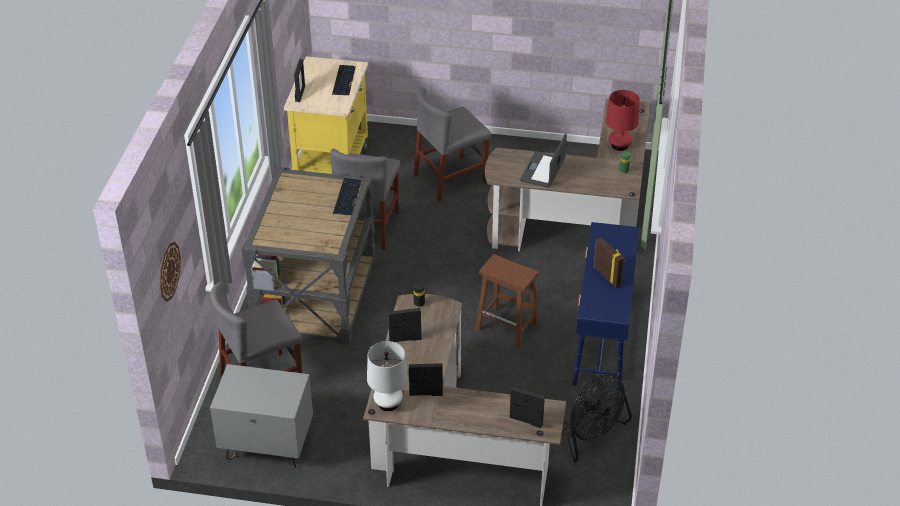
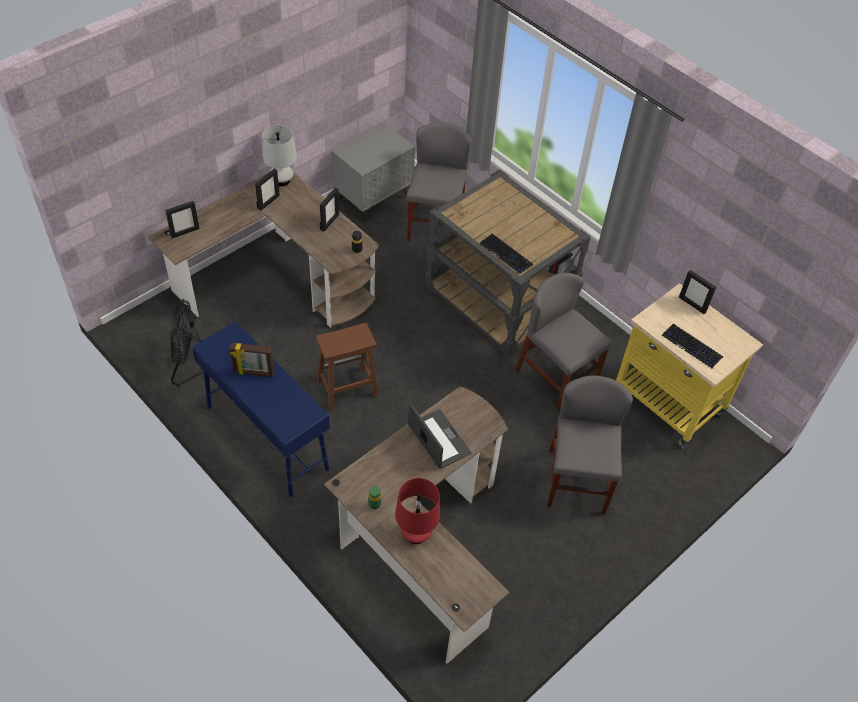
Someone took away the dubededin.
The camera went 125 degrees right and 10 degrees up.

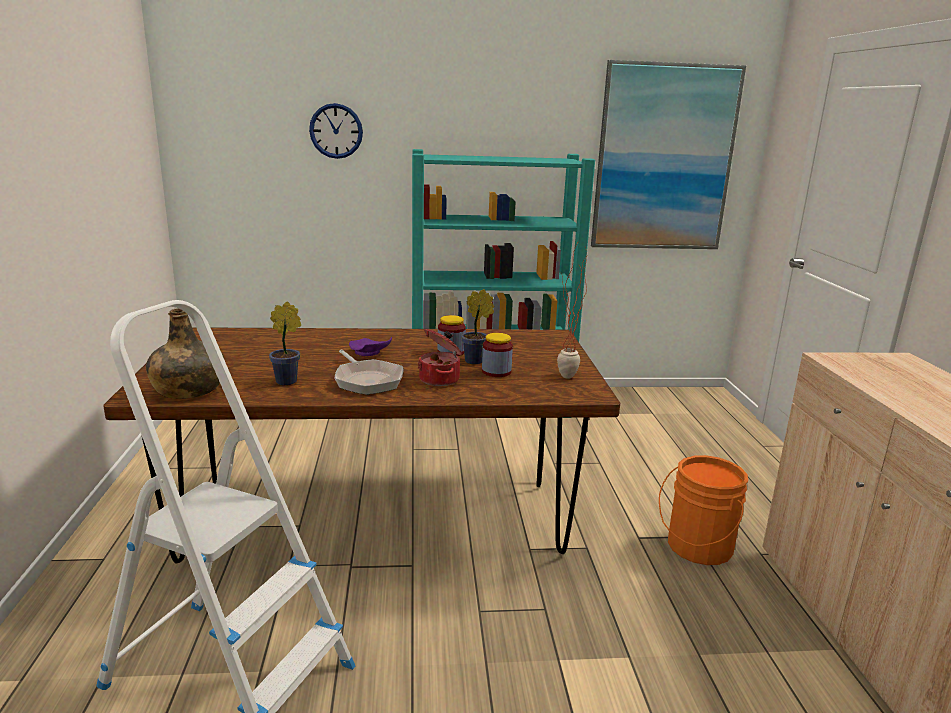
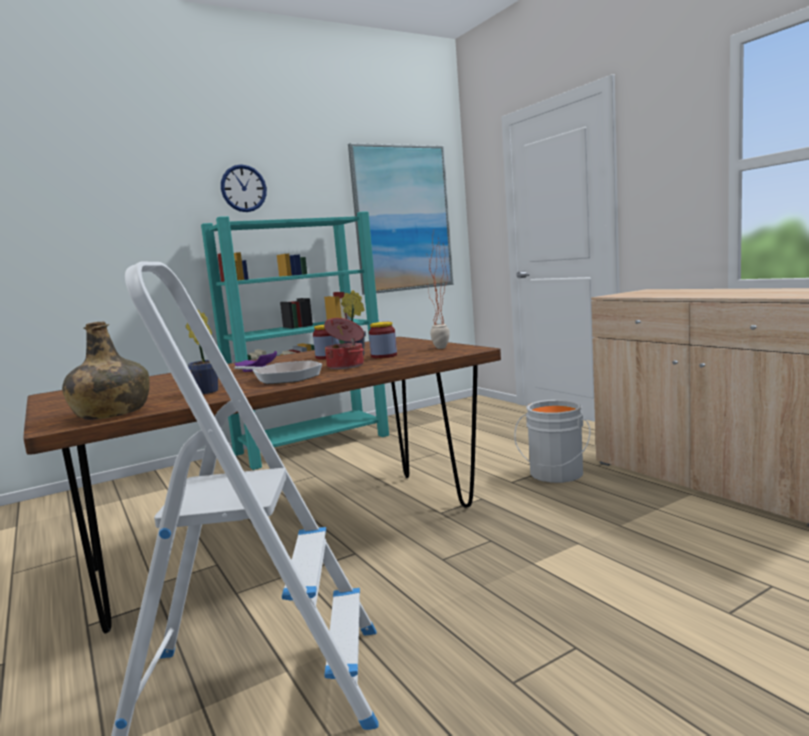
Someone carried the dubededin.
Someone repainted the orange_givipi, which became the grey_givipi.
The camera went 25 degrees left and 10 degrees down.

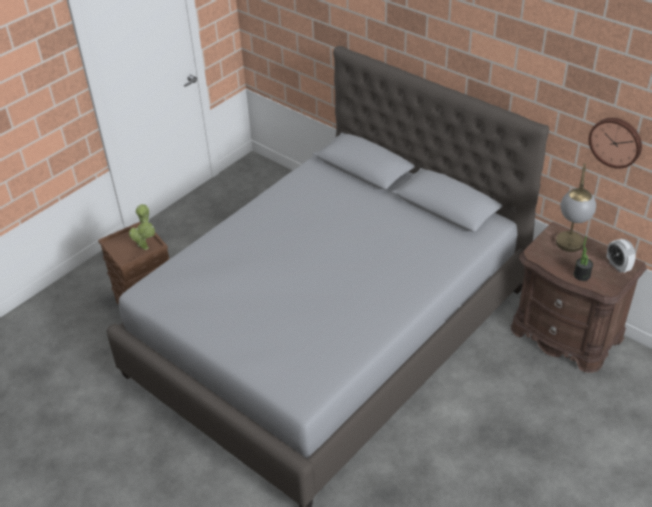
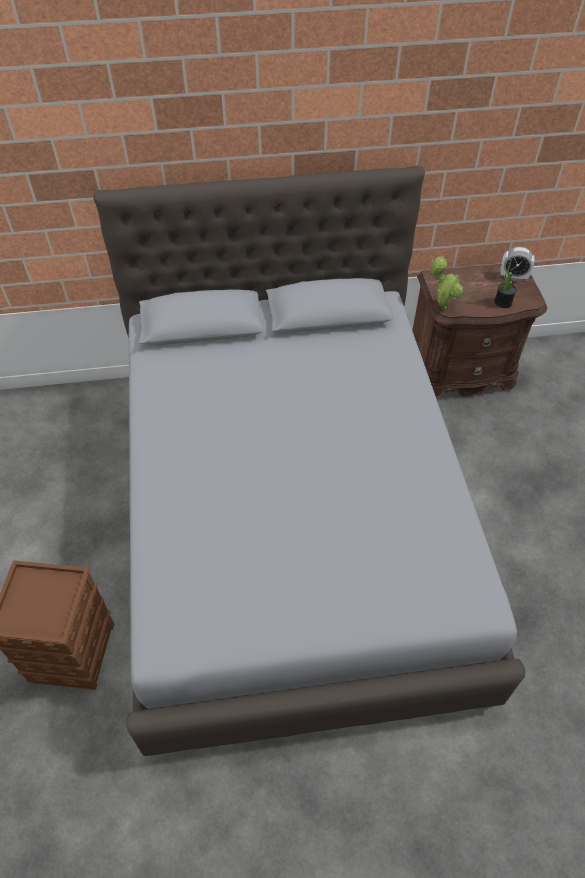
Someone carried the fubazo (no. 1 from left).
Someone took away the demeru.
Someone took away the dubededin.
The camera went 50 degrees left and 10 degrees up.

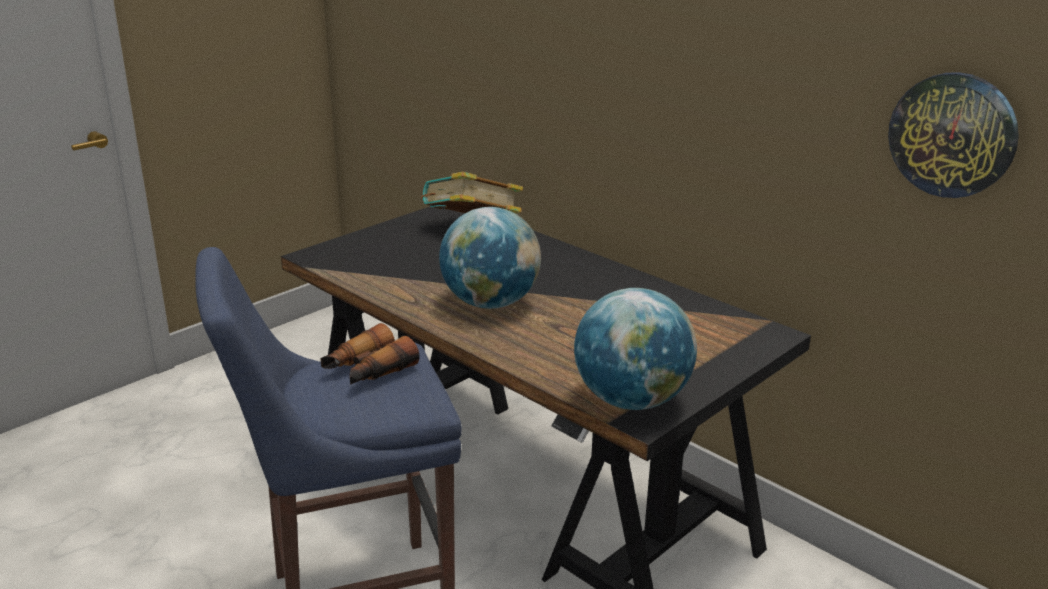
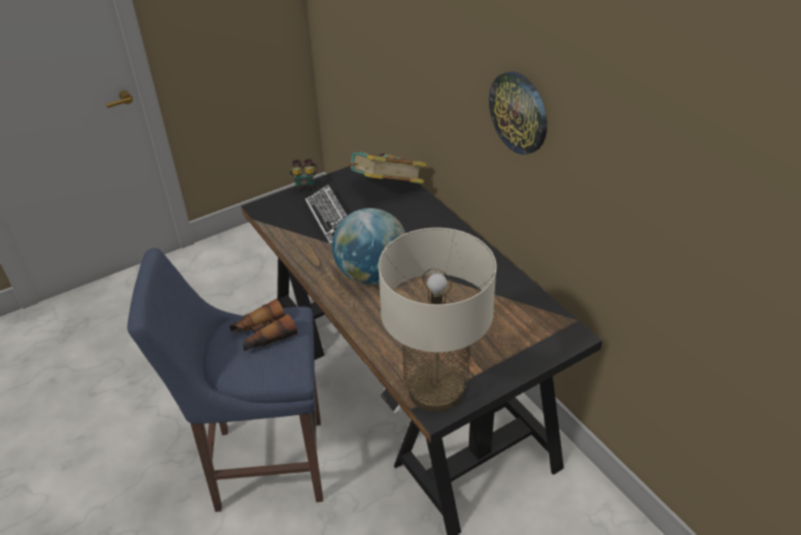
Someone put down the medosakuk (no. 2 from left).
Someone put down the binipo.
Someone swapped the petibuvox (no. 2 from left) for the demeru.
Someone carried the dubededin.
The camera went 15 degrees right and 15 degrees up.

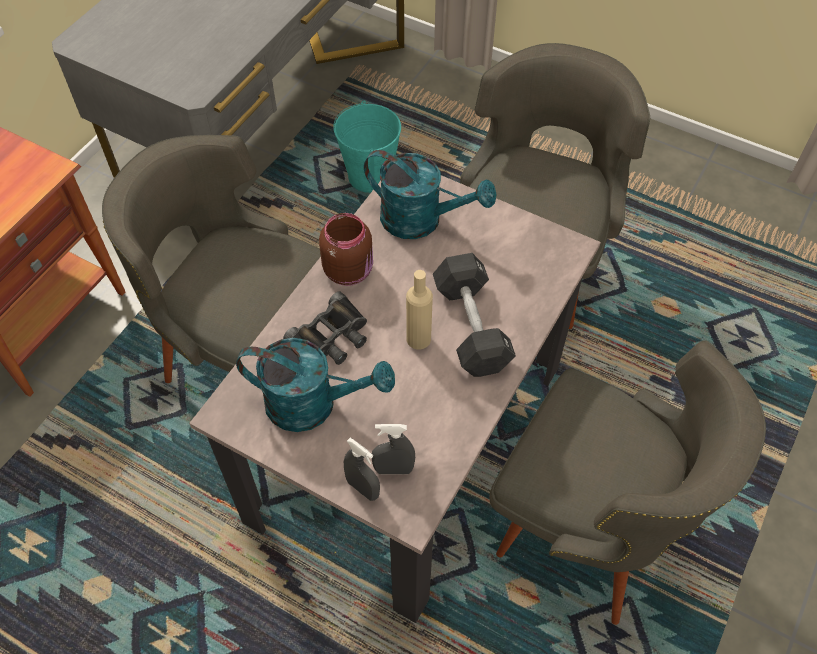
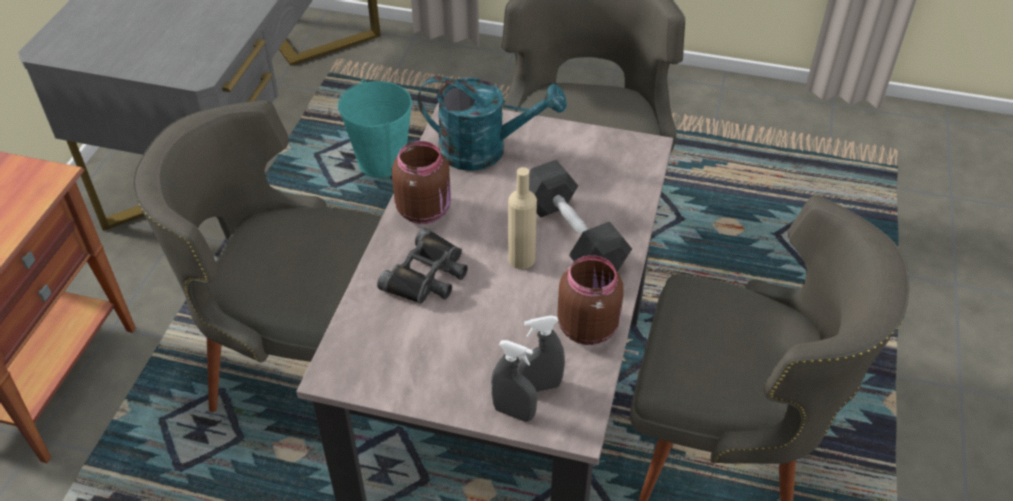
Someone put down the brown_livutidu (no. 2 from left).
Someone took away the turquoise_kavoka (no. 1 from left).
The camera went 15 degrees left and 10 degrees down.

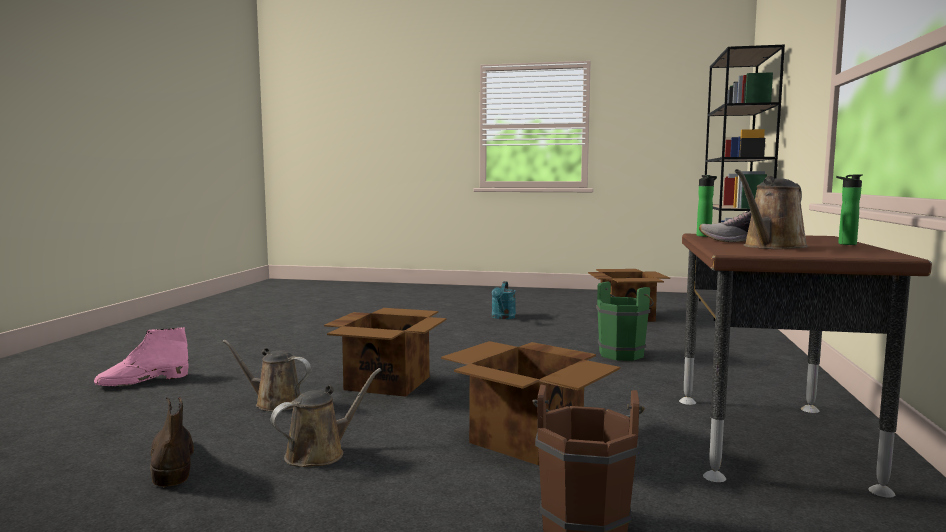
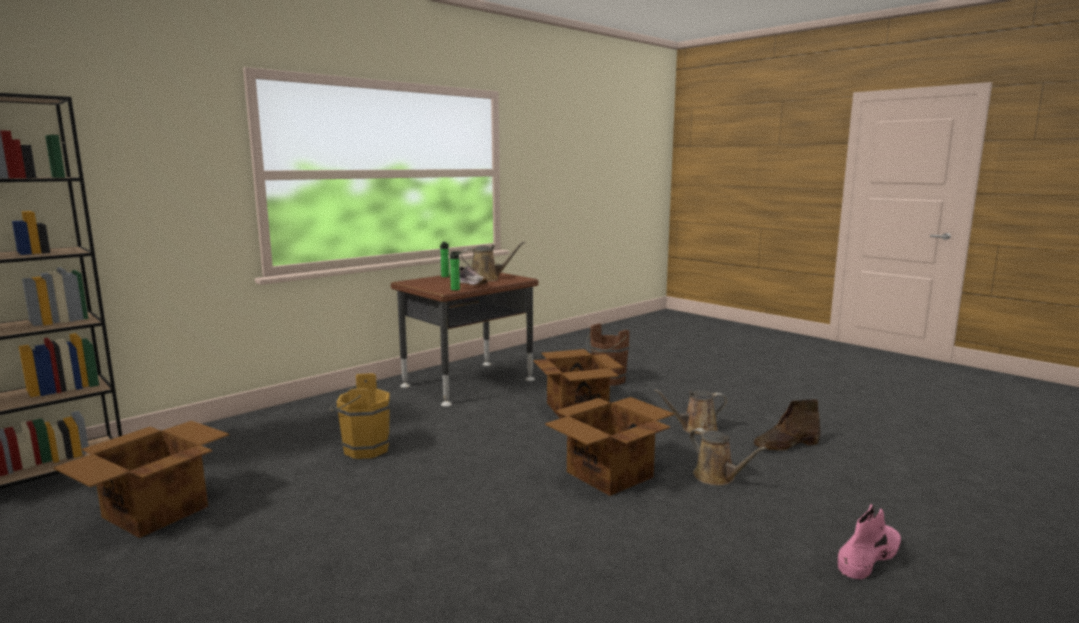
Someone repainted the green_givipi, which became the brown_givipi (no. 1 from left).
Someone rotated the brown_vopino by 60 degrees clockwise.
Someone rotated the pink_vopino by 45 degrees counterclockwise.
Someone took away the turquoise_kavoka.
The camera went 145 degrees left and 5 degrees up.

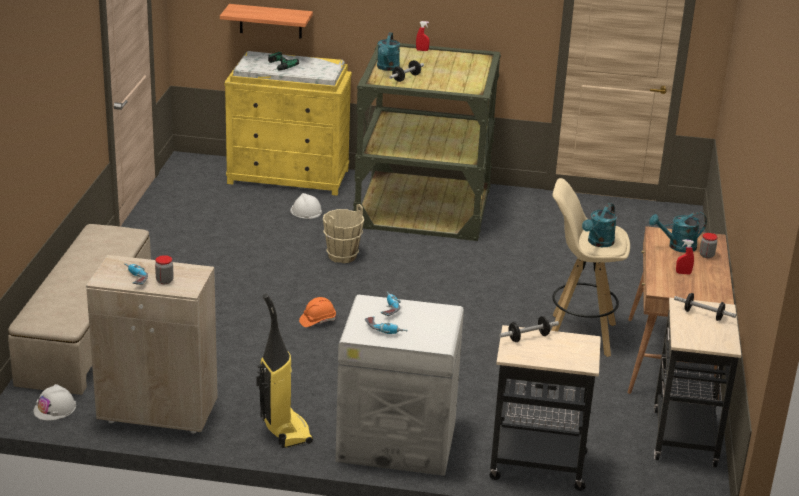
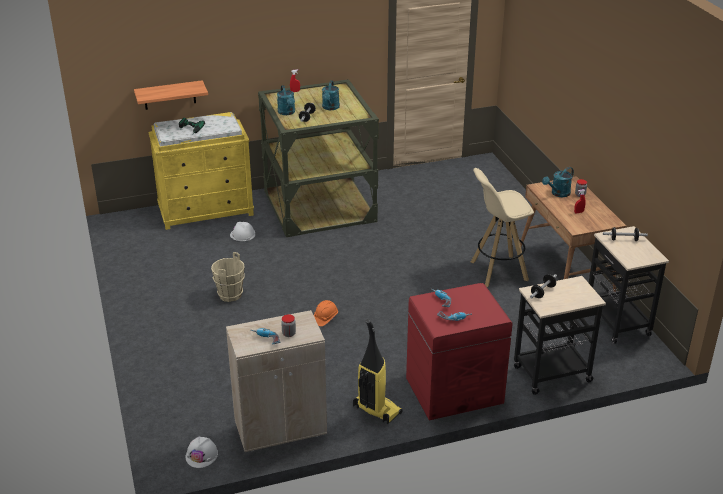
Someone carried the beige_givipi.
Someone carried the turquoise_kavoka (no. 2 from left).
Someone repainted the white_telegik, which became the red_telegik.
Someone took away the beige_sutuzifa.
The camera went 25 degrees left and 5 degrees up.

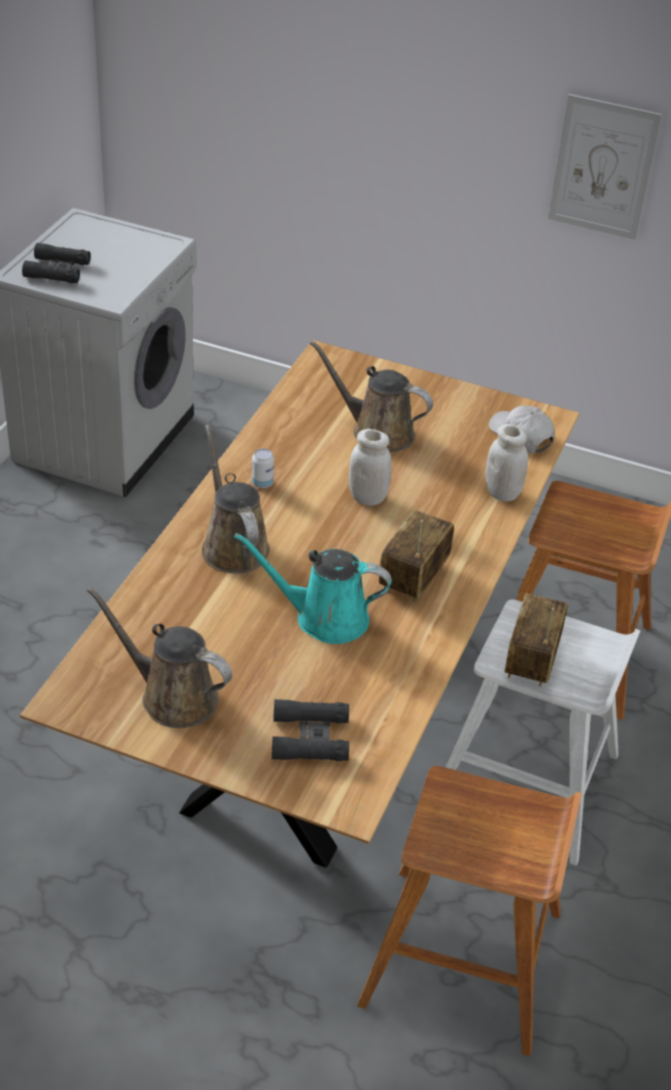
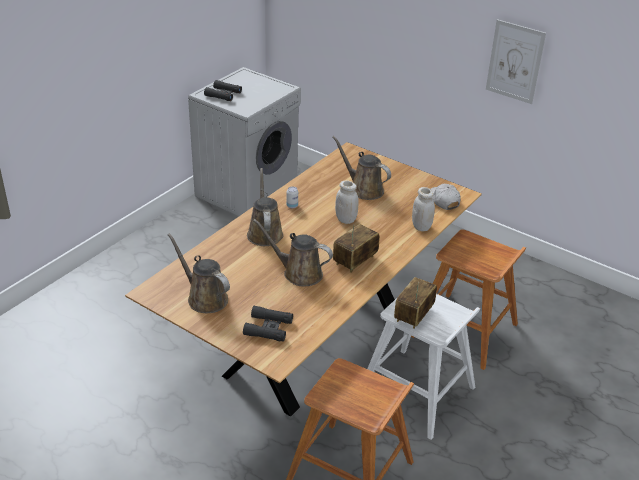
Someone repainted the turquoise_kavoka, which became the brown_kavoka (no. 3 from left).
The camera went 15 degrees right and 5 degrees down.

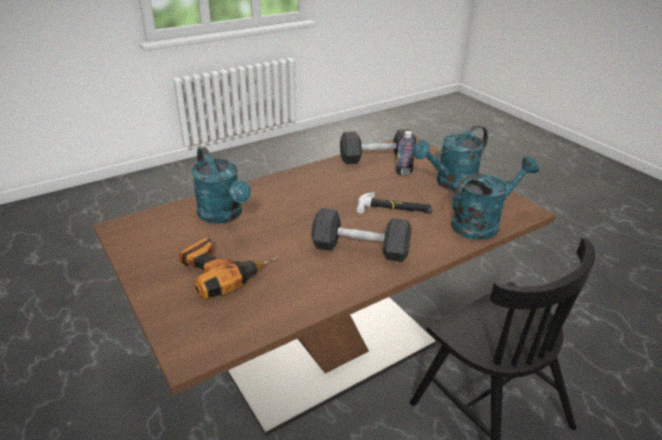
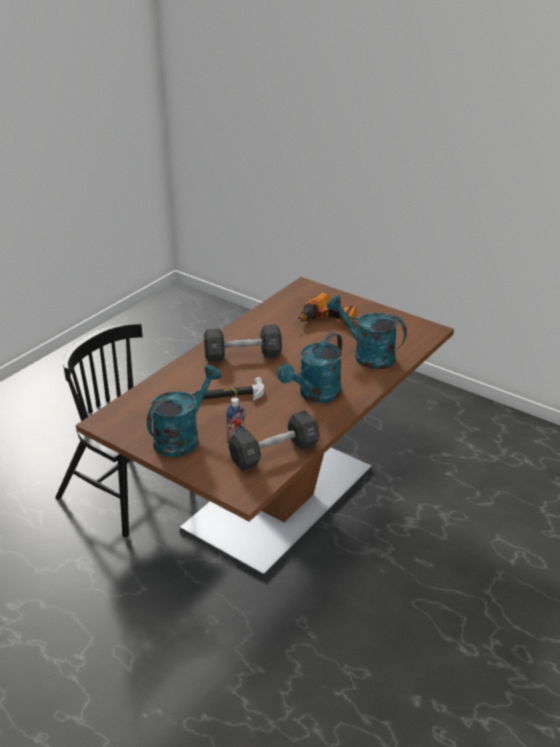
Someone carried the turquoise_kavoka (no. 3 from left in the first image).
The camera went 160 degrees right and 0 degrees up.

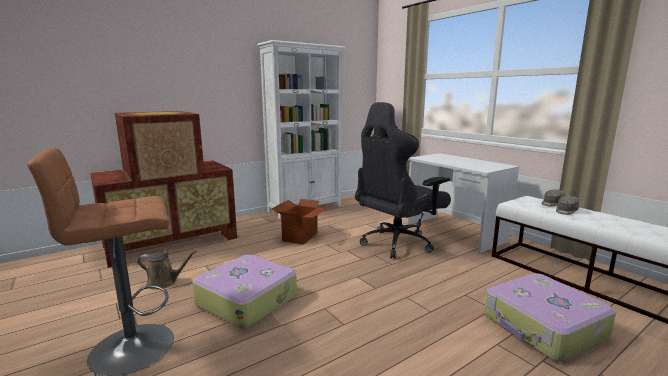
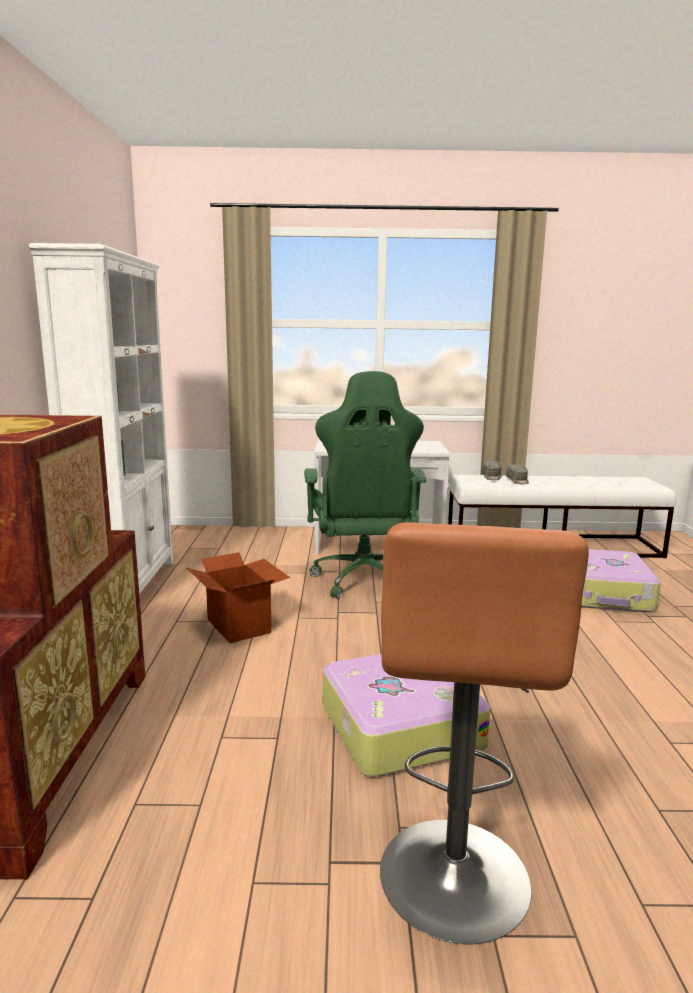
Someone repainted the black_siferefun, which became the green_siferefun.
Someone took away the brown_kavoka.
The camera went 55 degrees left and 0 degrees up.

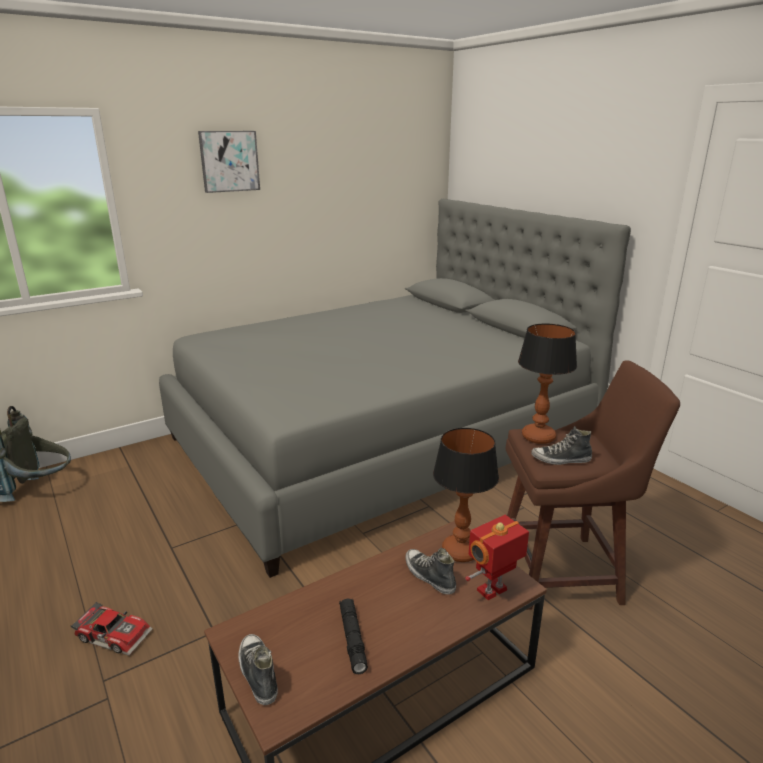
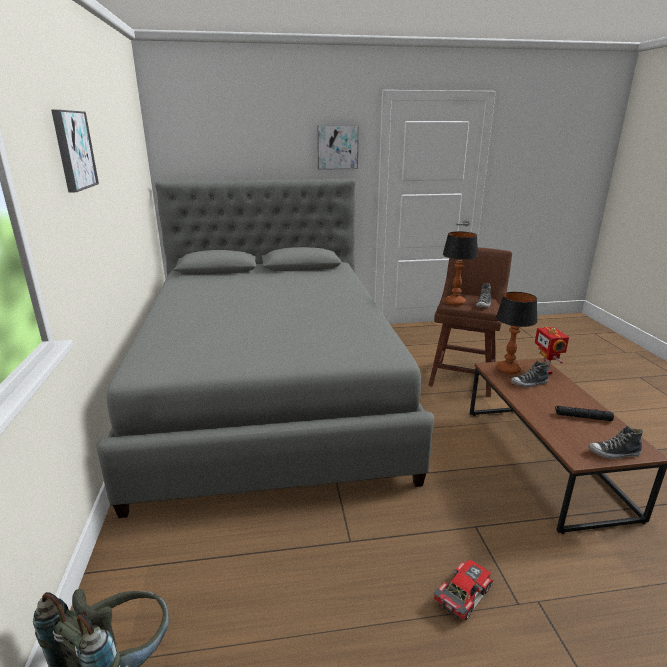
Someone put up the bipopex (no. 2 from left).
The camera went 65 degrees left and 0 degrees up.

